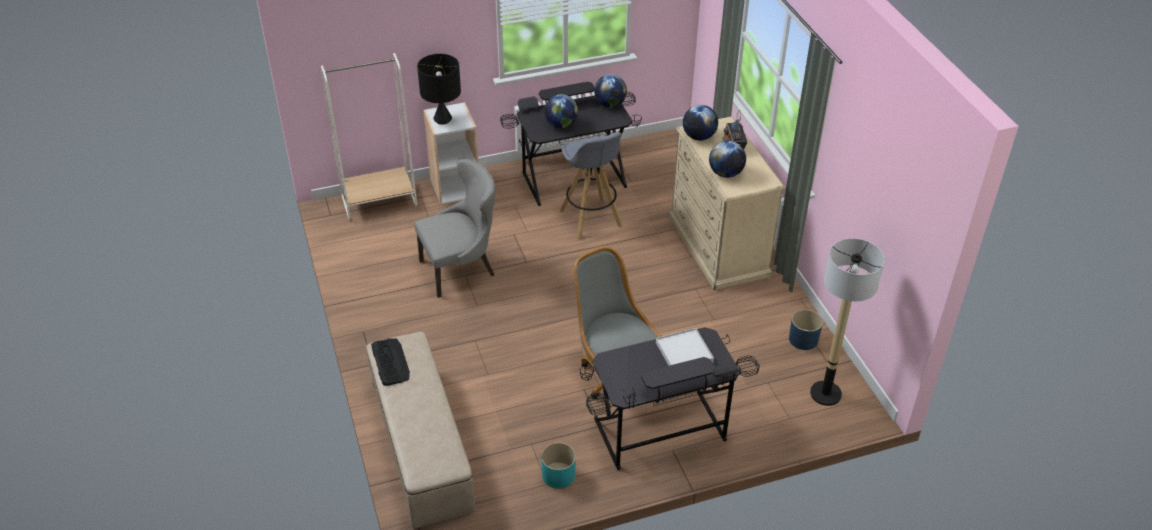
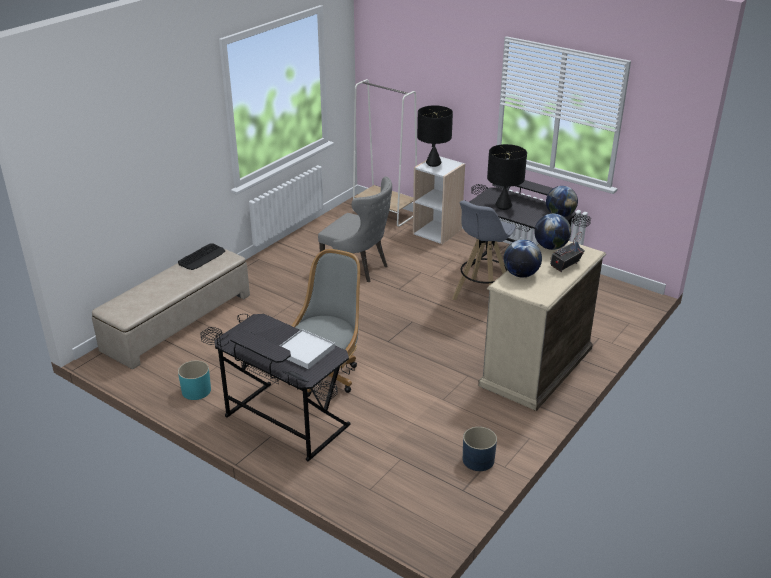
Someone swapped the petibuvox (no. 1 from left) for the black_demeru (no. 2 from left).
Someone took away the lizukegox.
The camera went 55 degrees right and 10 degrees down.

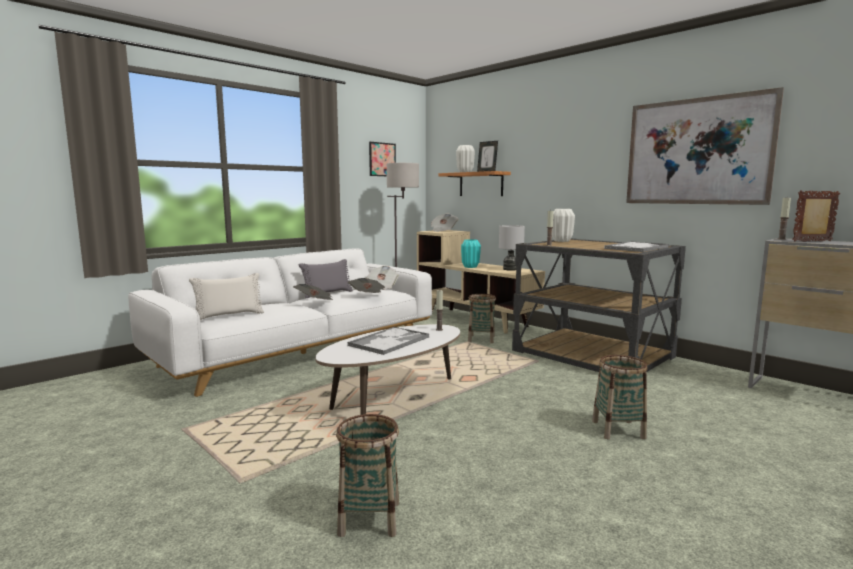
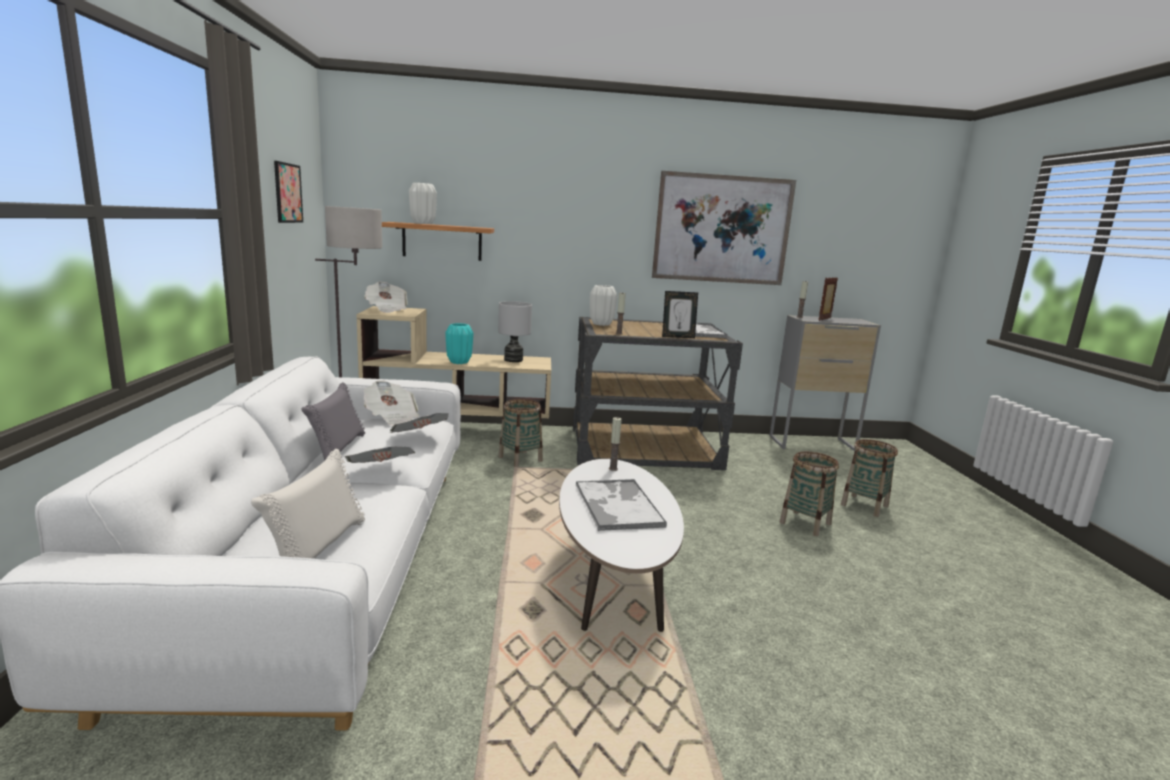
Someone carried the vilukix (no. 1 from left).
Someone carried the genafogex (no. 1 from left in the first image).
The camera went 50 degrees left and 5 degrees up.

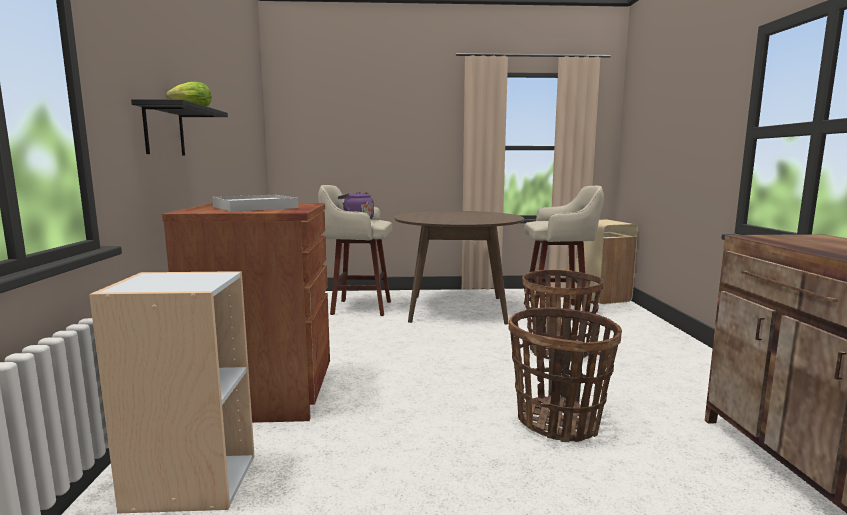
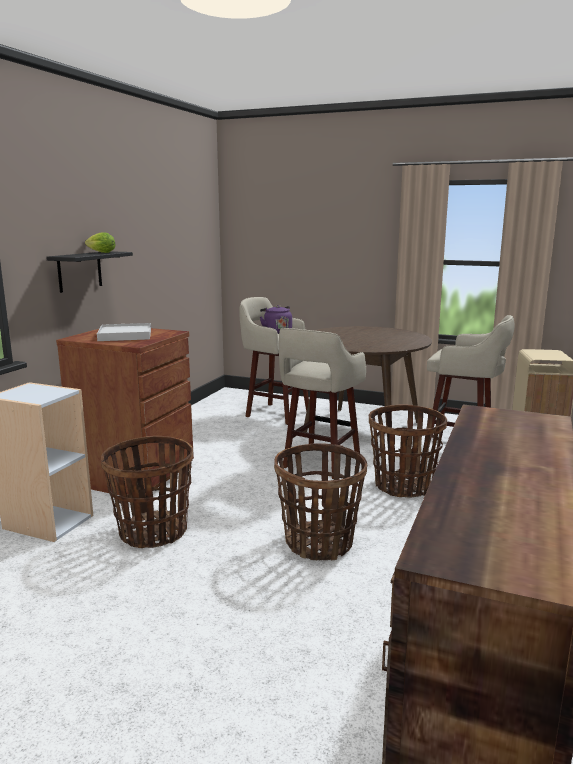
Someone put down the genafogex (no. 1 from left).
Someone put down the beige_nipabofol (no. 2 from left).
The camera went 25 degrees right and 5 degrees up.

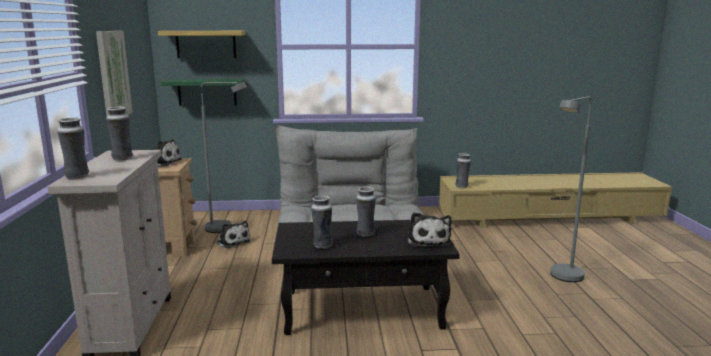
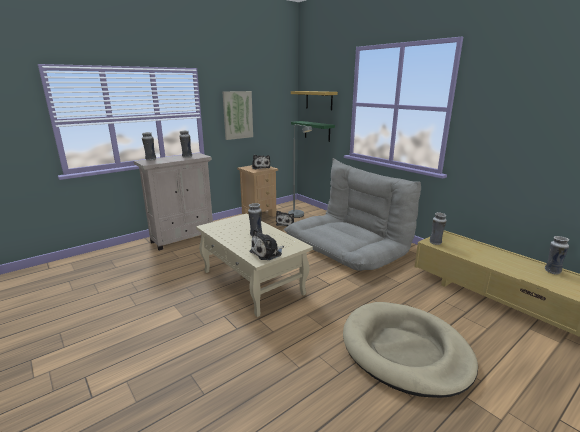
Someone repainted the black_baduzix, which became the beige_baduzix.
Someone swapped the grey_lizukegox (no. 2 from left) for the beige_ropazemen.
Someone carried the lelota (no. 3 from left in the first image).
The camera went 55 degrees right and 5 degrees up.

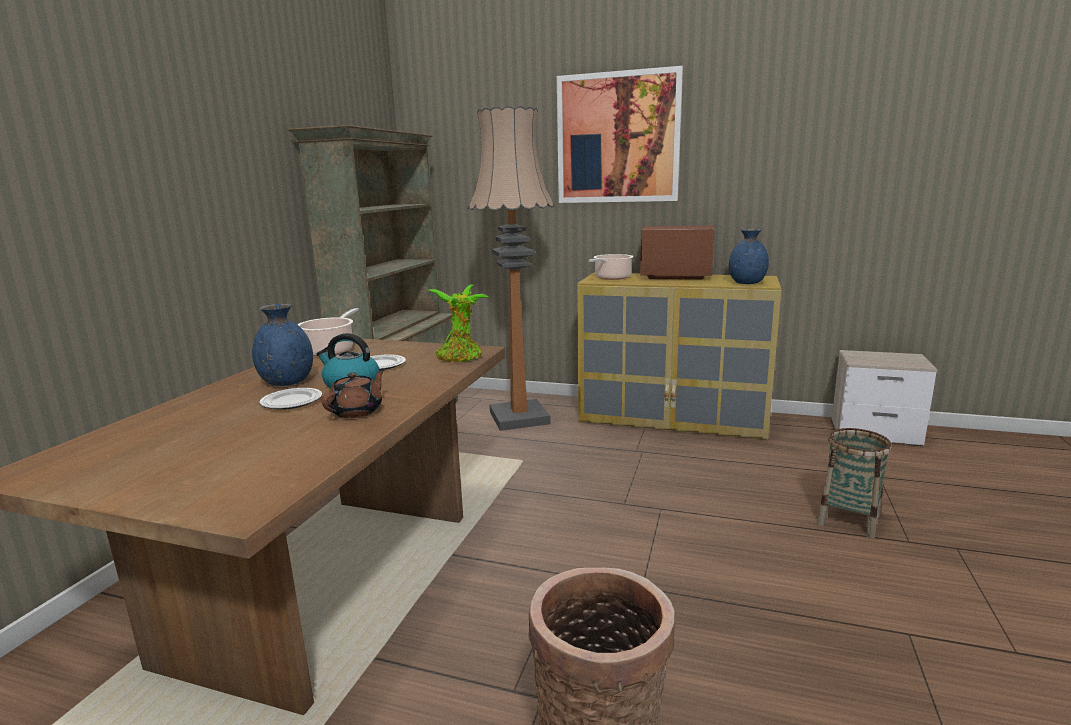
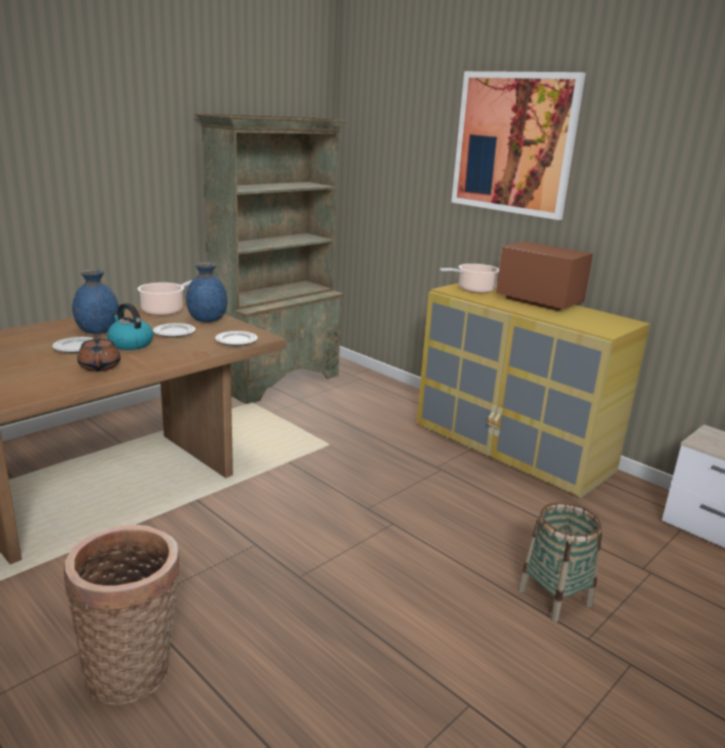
Someone rotated the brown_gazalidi by 75 degrees counterclockwise.
Someone carried the blue_lelota (no. 2 from left).
Someone swapped the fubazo for the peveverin (no. 3 from left).
Someone took away the lizukegox.
The camera went 25 degrees right and 5 degrees up.

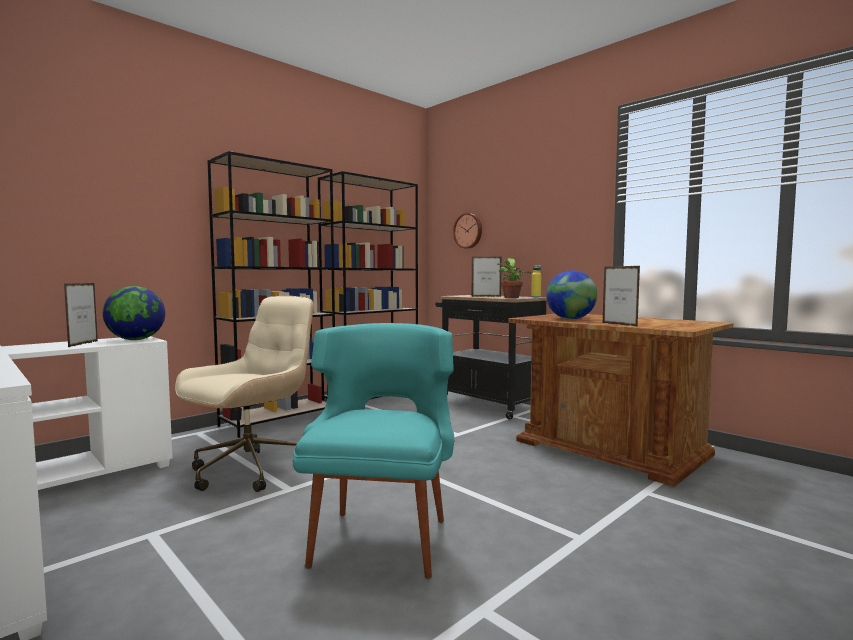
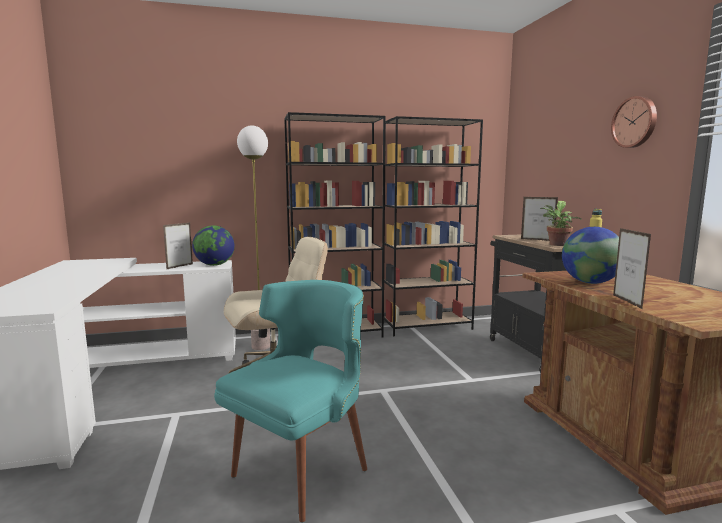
Someone put down the lizukegox.
Someone carried the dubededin.
The camera went 30 degrees right and 5 degrees up.

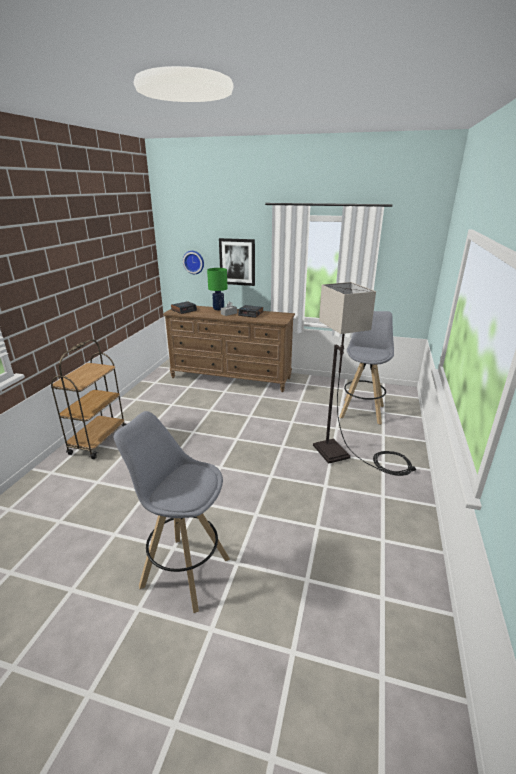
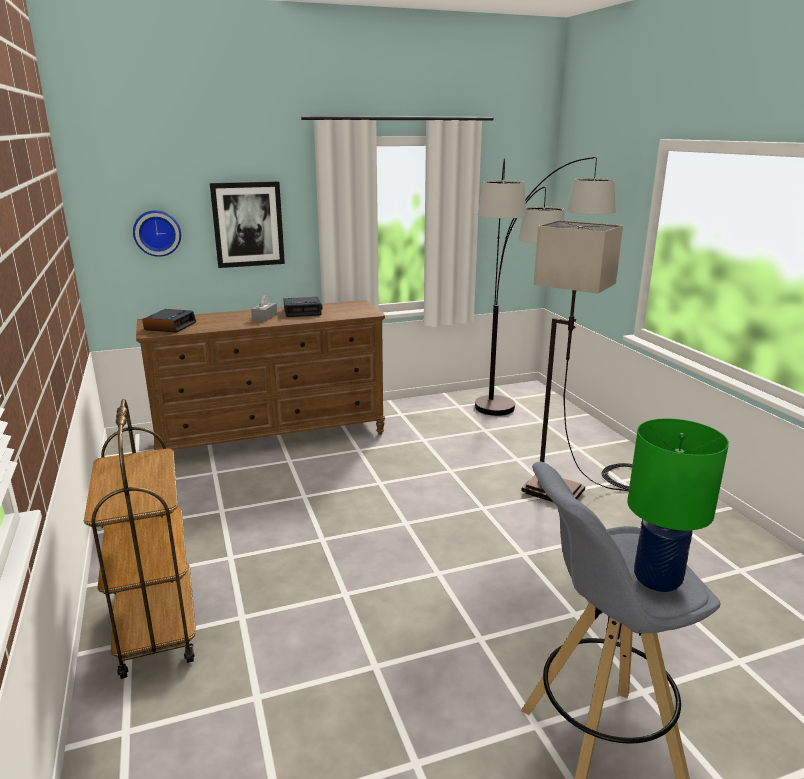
Someone swapped the grey_nipabofol (no. 2 from left) for the lizukegox (no. 1 from left).
Someone carried the green_demeru.
The camera went 35 degrees left and 5 degrees down.

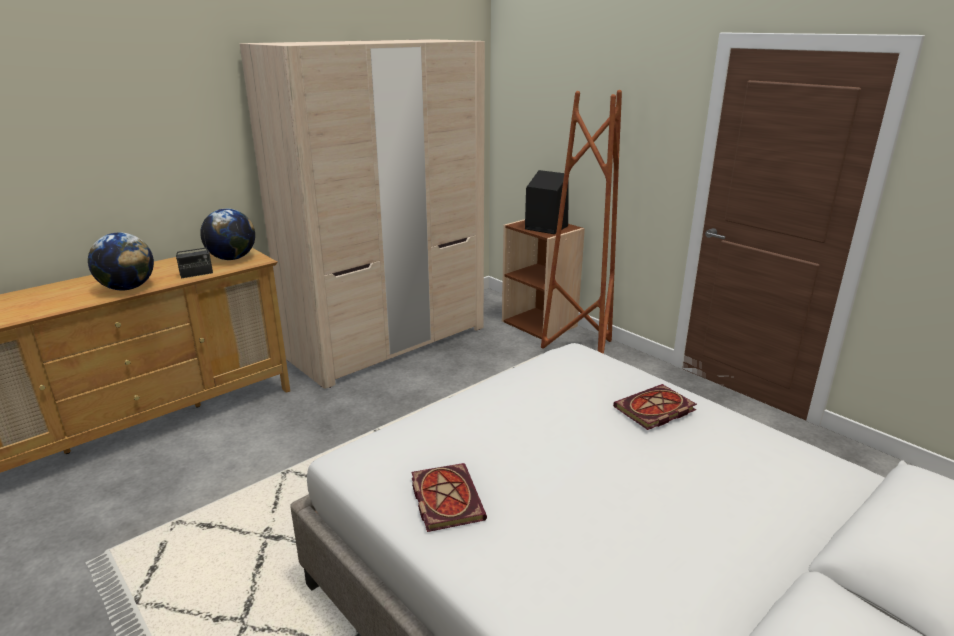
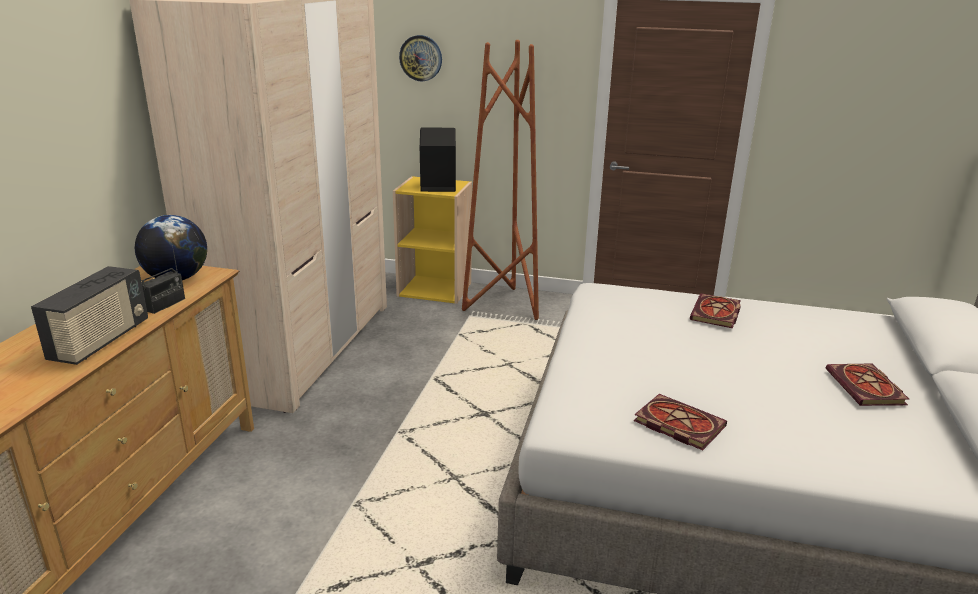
Someone swapped the petibuvox (no. 1 from left) for the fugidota (no. 1 from left).
Someone repainted the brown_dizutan, which became the yellow_dizutan.
Someone put up the dubededin.
Someone put down the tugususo (no. 3 from left).
The camera went 35 degrees left and 0 degrees up.

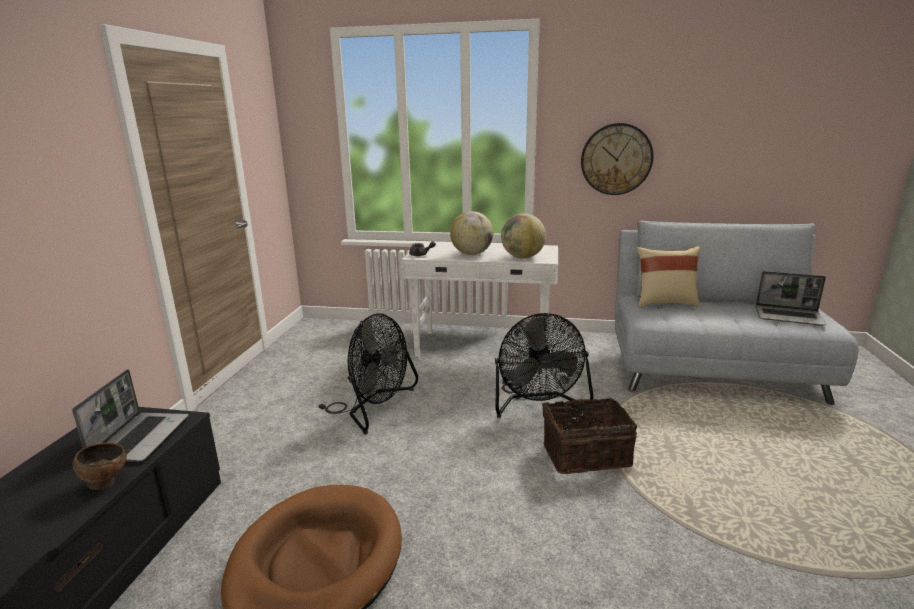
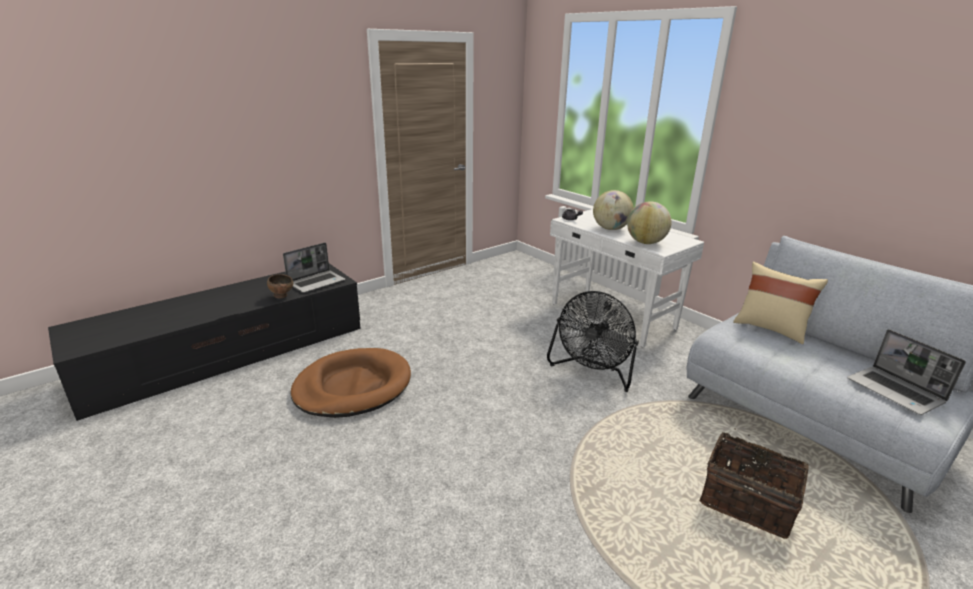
Someone carried the genafogex.
Someone took away the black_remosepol (no. 1 from left).
Someone took away the dubededin.
The camera went 40 degrees right and 5 degrees up.

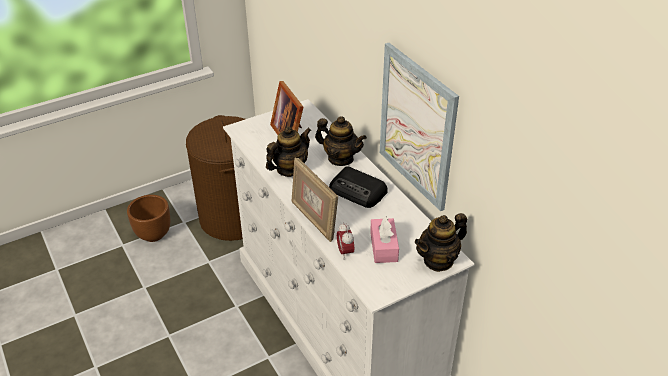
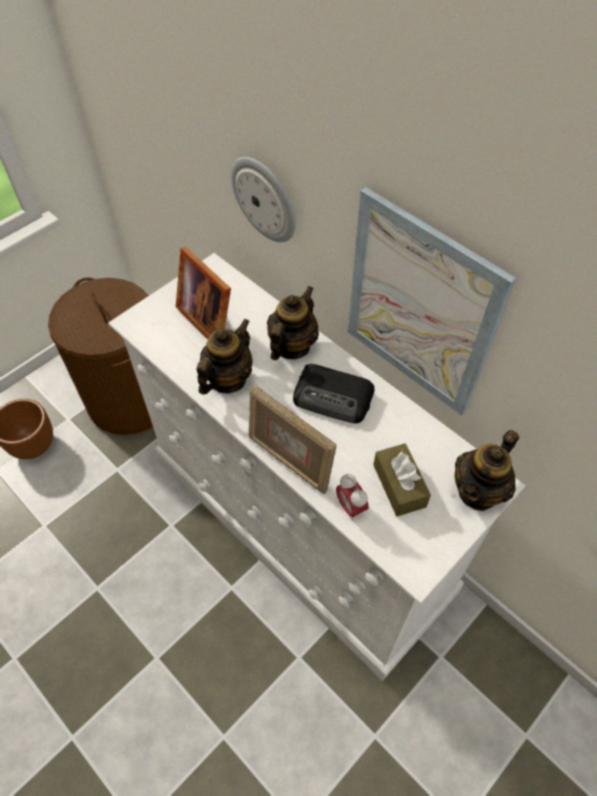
Someone put up the dubededin.
Someone rotated the gazalidi (no. 2 from left) by 75 degrees counterclockwise.
Someone repainted the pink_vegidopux, which became the brown_vegidopux.
The camera went 15 degrees left and 15 degrees up.

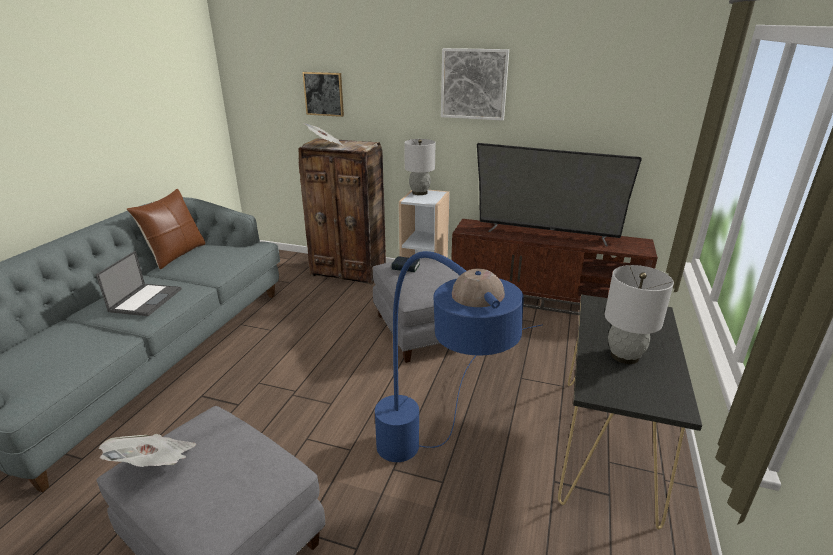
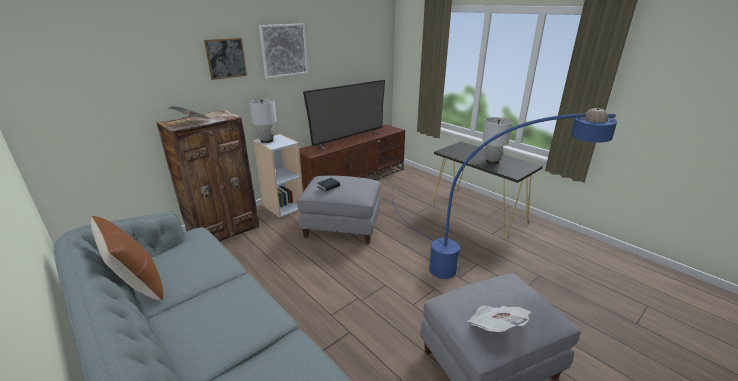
Someone carried the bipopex (no. 1 from left).
Someone took away the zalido.
The camera went 60 degrees left and 0 degrees up.

